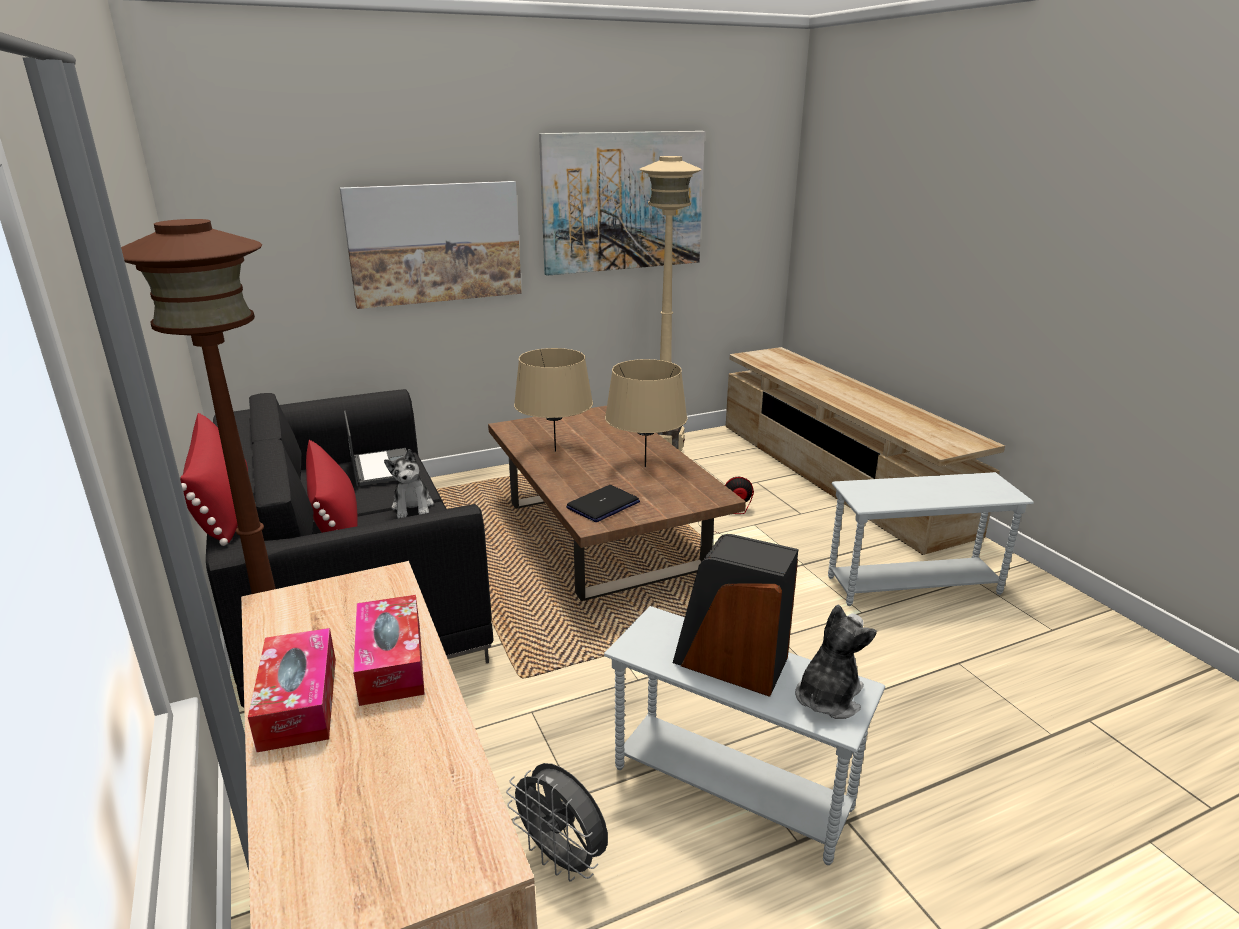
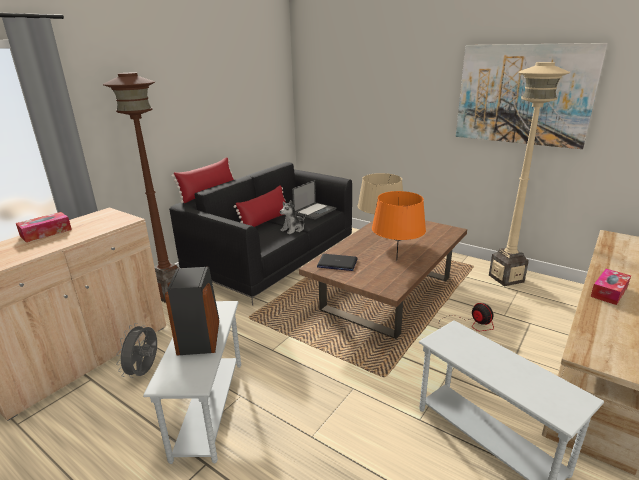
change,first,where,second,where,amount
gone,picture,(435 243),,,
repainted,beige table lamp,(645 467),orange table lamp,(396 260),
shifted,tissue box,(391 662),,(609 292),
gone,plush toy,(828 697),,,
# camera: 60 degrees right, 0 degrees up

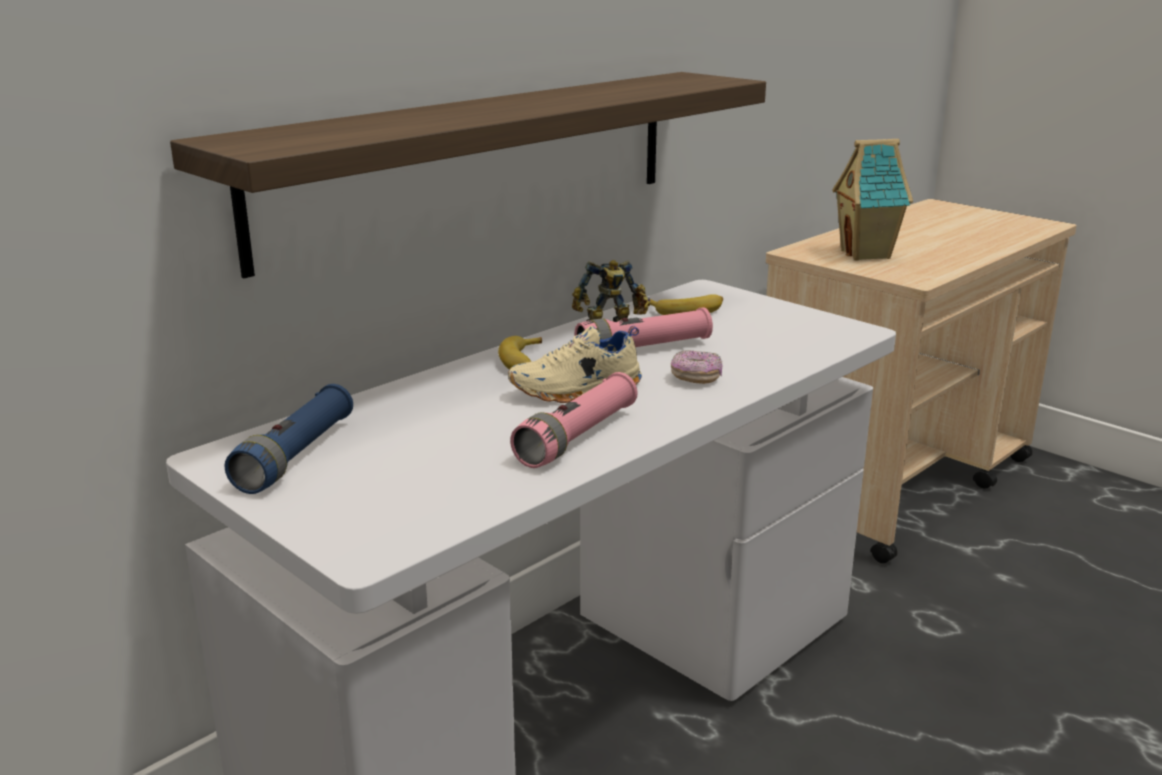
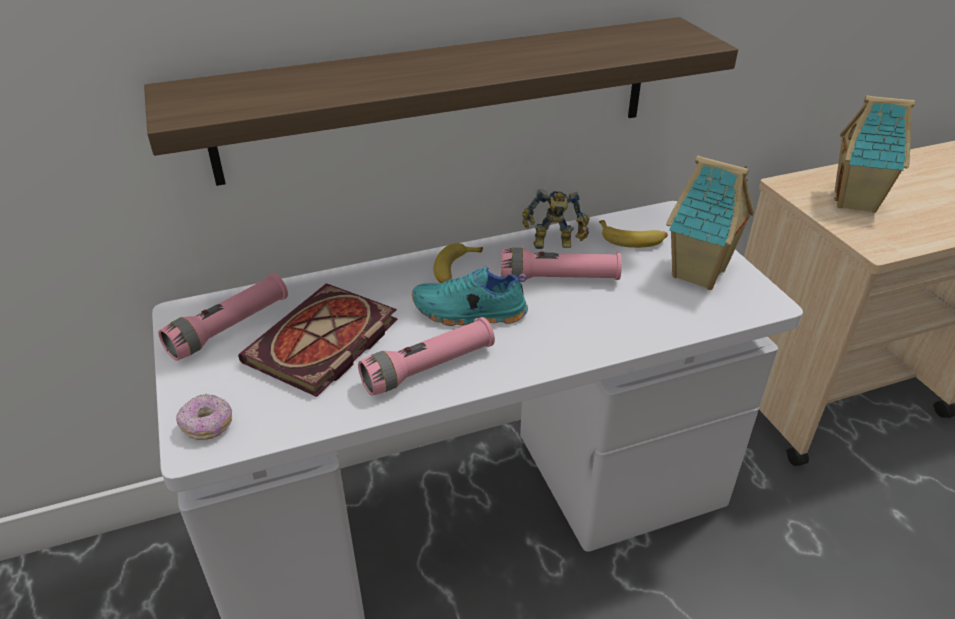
change,first,where,second,where,amount
repainted,beige shoe,(577 391),turquoise shoe,(469 314),
shifted,donut,(695 378),,(208 426),
repainted,blue flashlight,(296 456),pink flashlight,(230 328),
new,,,toy house,(699 275),
new,,,book,(322 345),
# camera: 25 degrees right, 15 degrees up

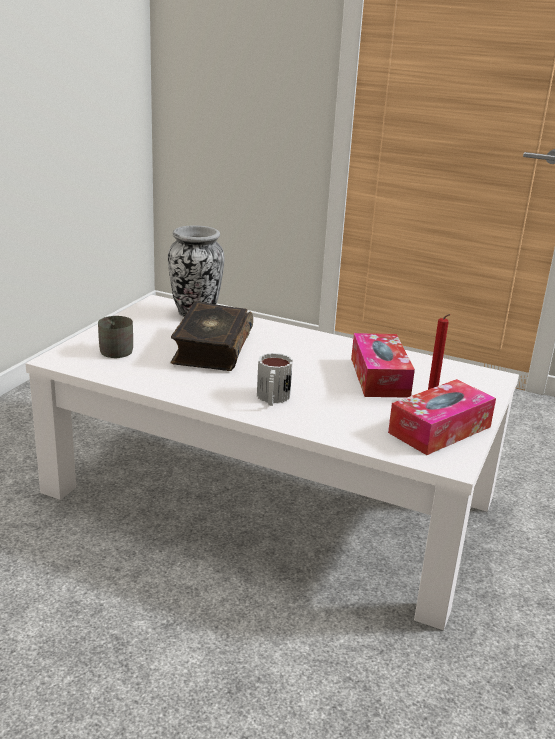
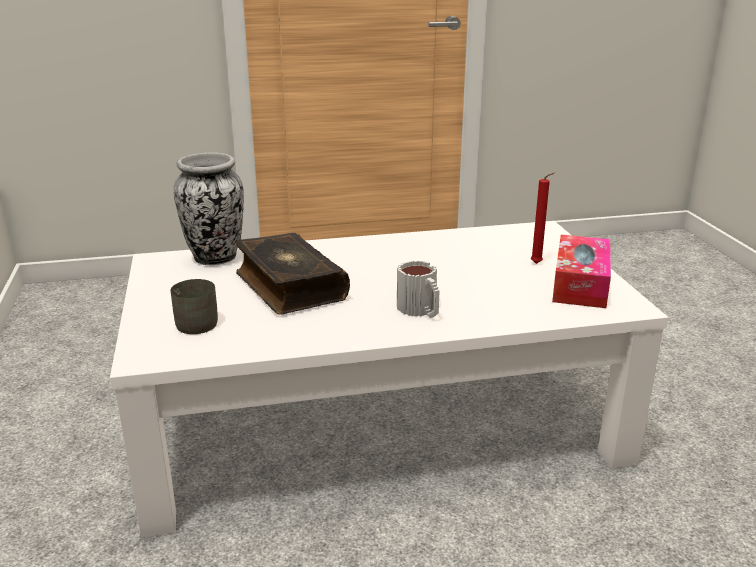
change,first,where,second,where,amount
gone,tissue box,(379 377),,,
# camera: 35 degrees left, 0 degrees up

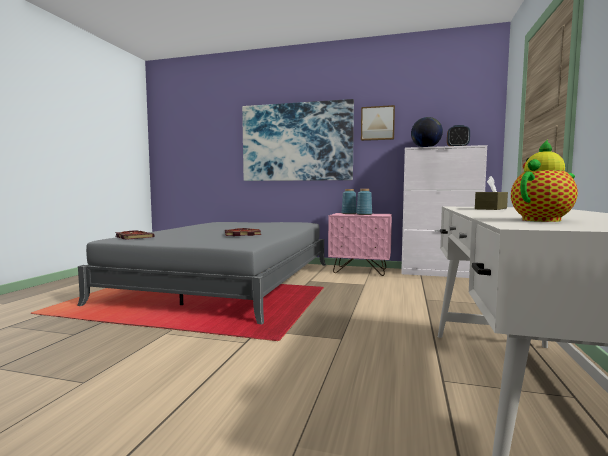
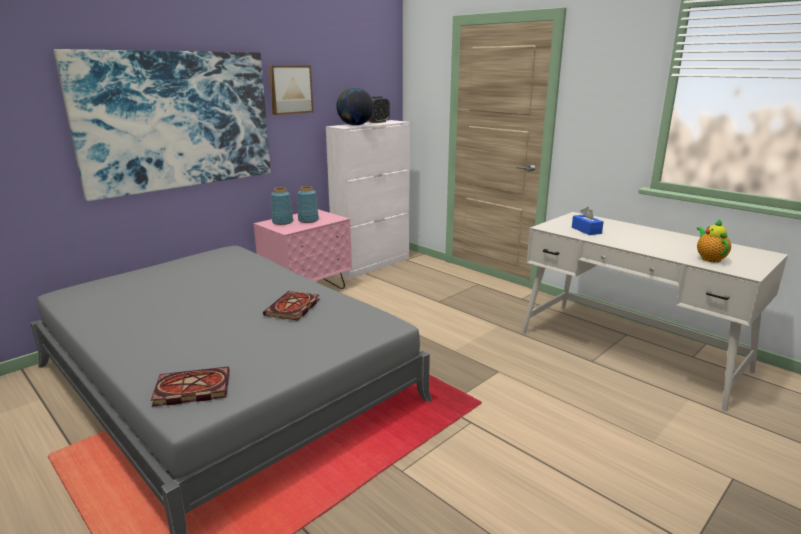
change,first,where,second,where,amount
repainted,brown tissue box,(491 208),blue tissue box,(586 230),
# camera: 60 degrees left, 15 degrees up

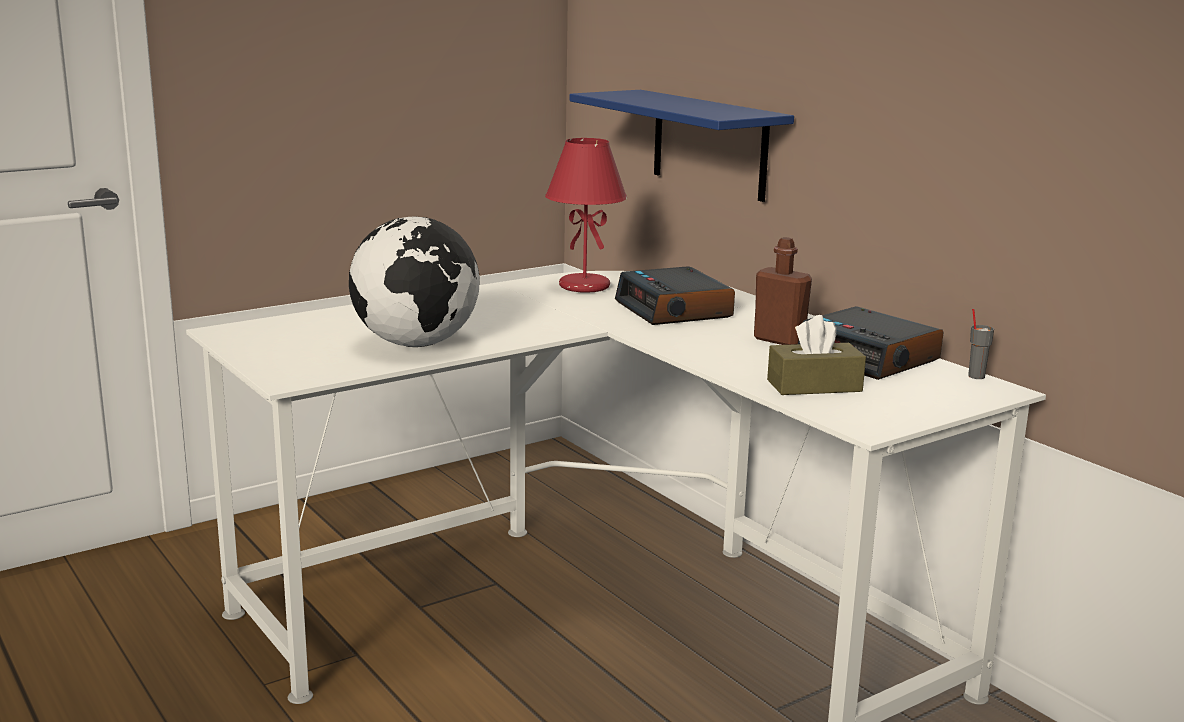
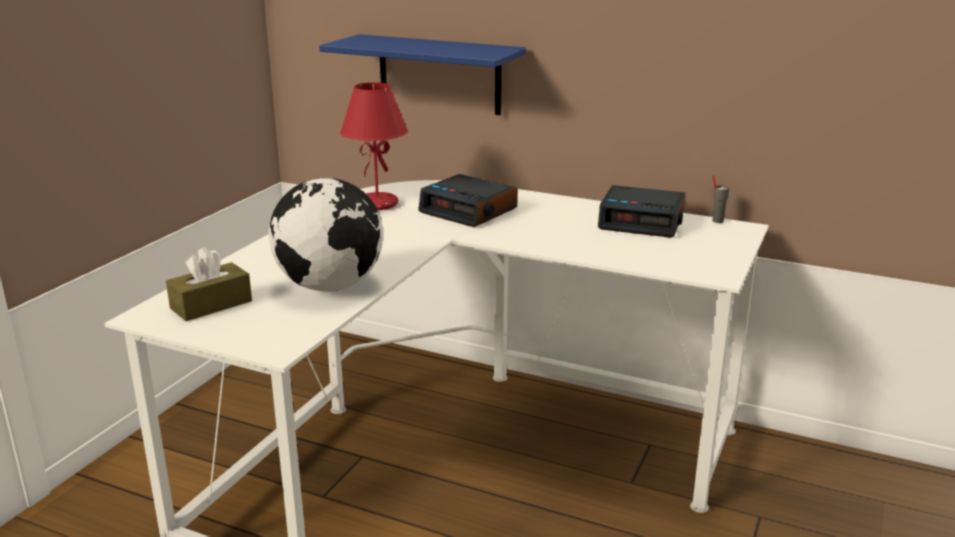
change,first,where,second,where,amount
gone,brown bottle,(779 340),,,
shifted,brown tissue box,(814 386),,(211 305),
# camera: 30 degrees left, 5 degrees up

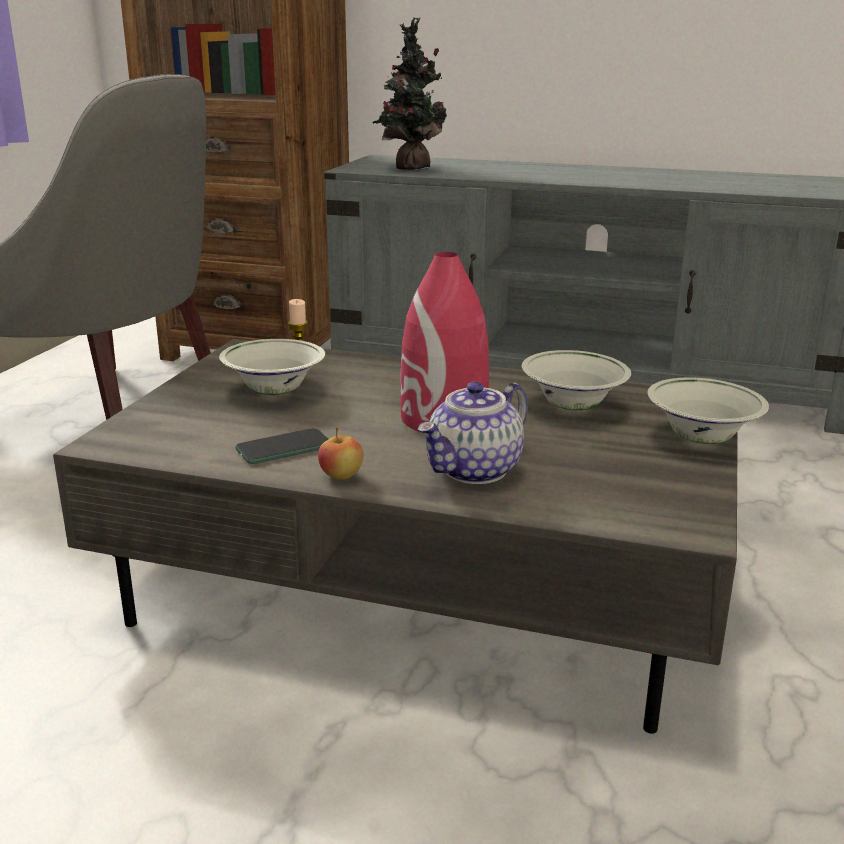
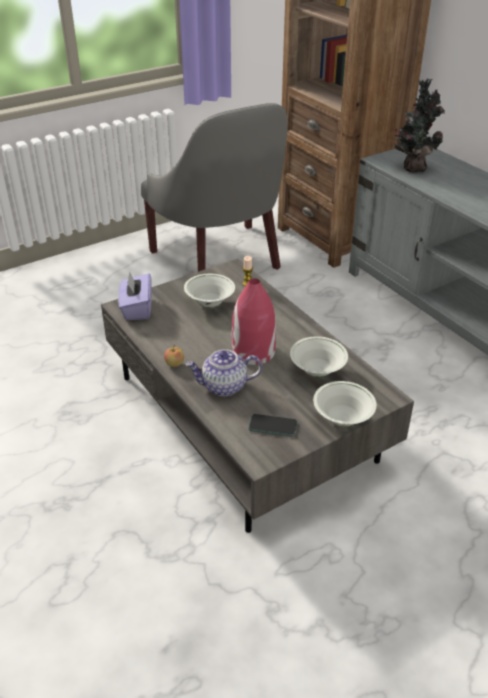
change,first,where,second,where,amount
shifted,phone,(284 448),,(272 426),
new,,,purple tissue box,(137 309),
# camera: 40 degrees right, 15 degrees up

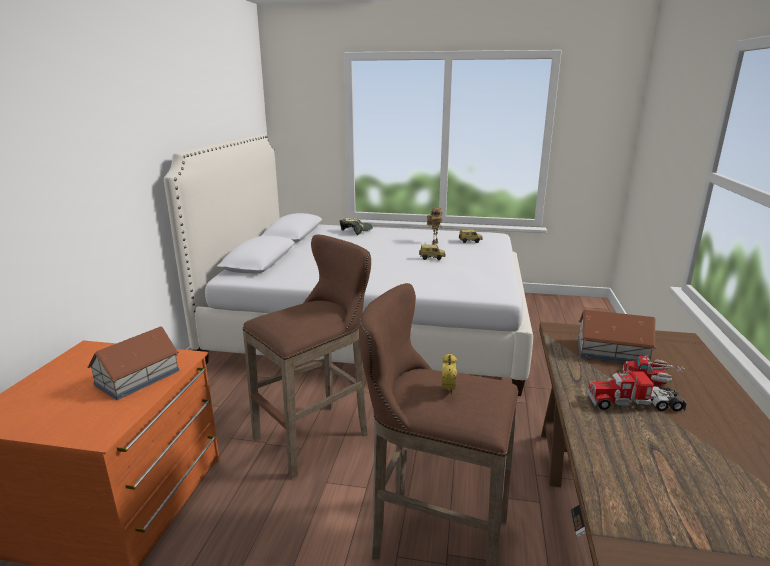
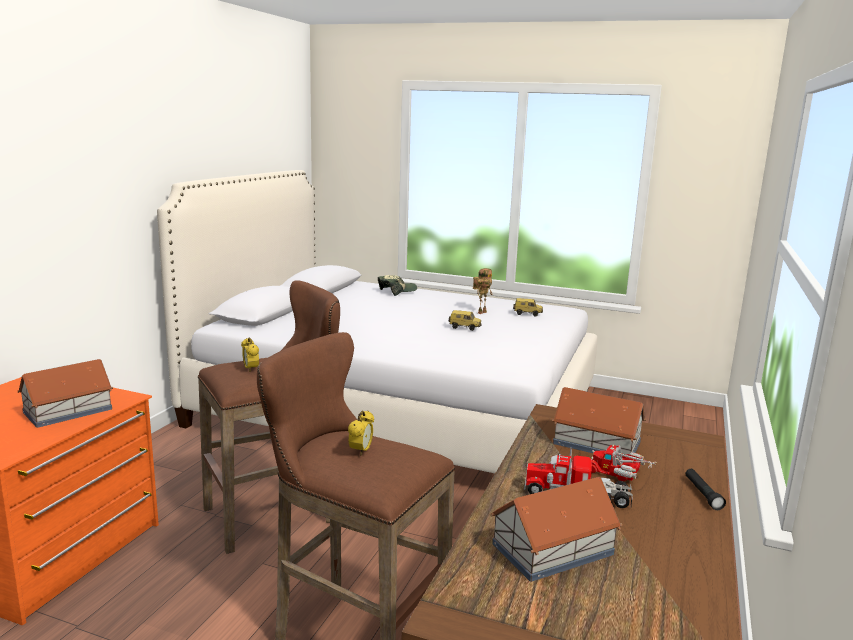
change,first,where,second,where,amount
new,,,alarm clock,(250 369),
new,,,black flashlight,(702 494),
new,,,toy house,(551 548),
# camera: 10 degrees right, 5 degrees down

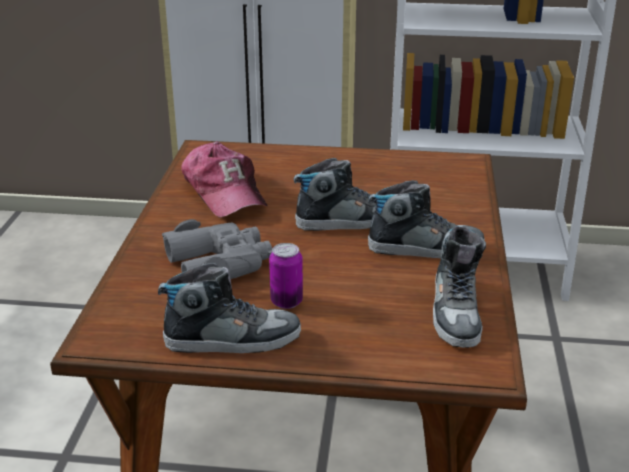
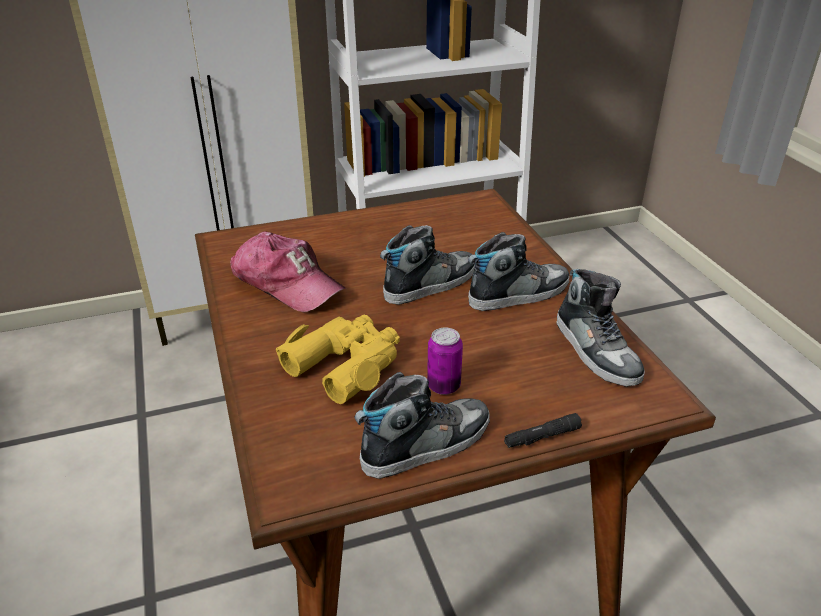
change,first,where,second,where,amount
repainted,grey binoculars,(220 264),yellow binoculars,(346 364),
new,,,black flashlight,(542 437),
# camera: 25 degrees left, 5 degrees up

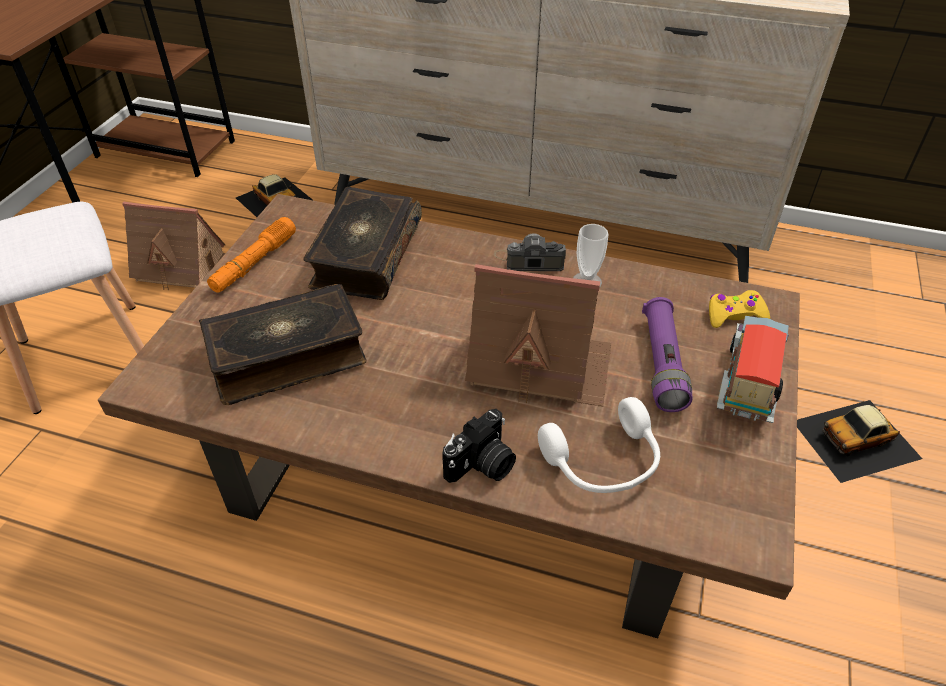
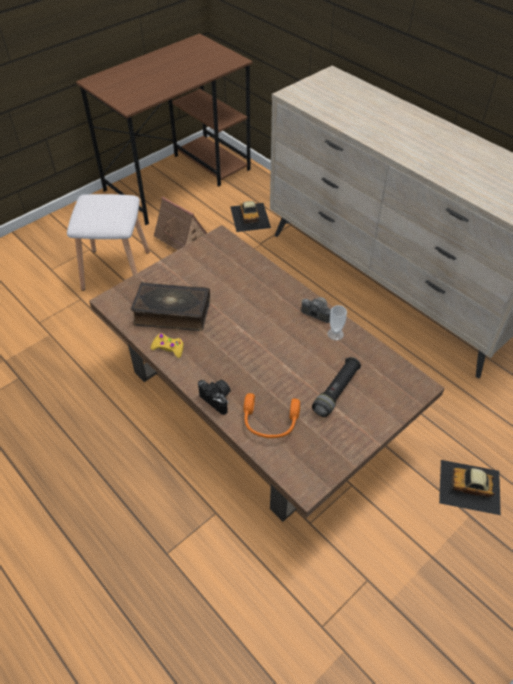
change,first,where,second,where,amount
gone,book,(365 256),,,
gone,orange flashlight,(254 263),,,
gone,toy house,(538 363),,,
shifted,yellow game controller,(734 315),,(168 348),
repainted,purple flashlight,(662 364),black flashlight,(336 391),
gone,toy truck,(748 385),,,
repainted,white headphones,(603 462),orange headphones,(270 423),
rotated,photo camera,(482 465),,(217 399),120 degrees counterclockwise
# camera: 30 degrees right, 5 degrees up

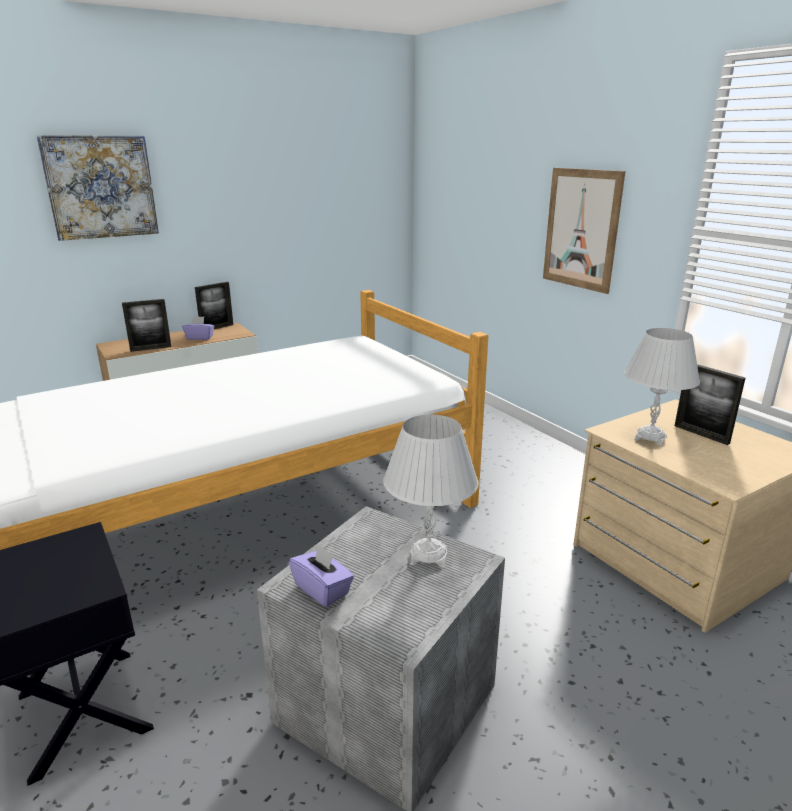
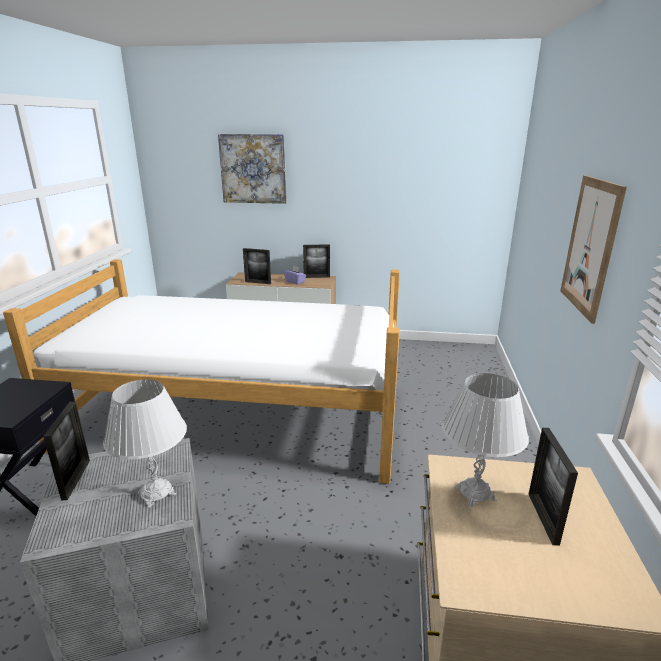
change,first,where,second,where,amount
swapped,purple tissue box,(322 589),picture frame,(76 479),
# camera: 40 degrees right, 0 degrees up

